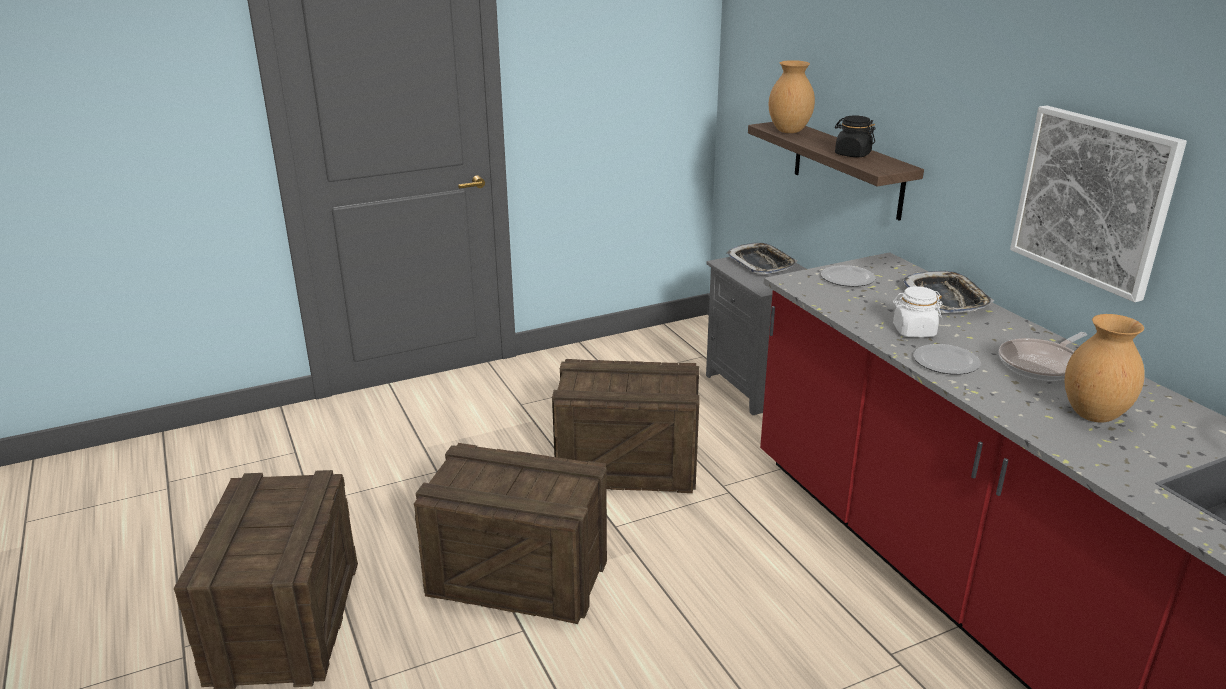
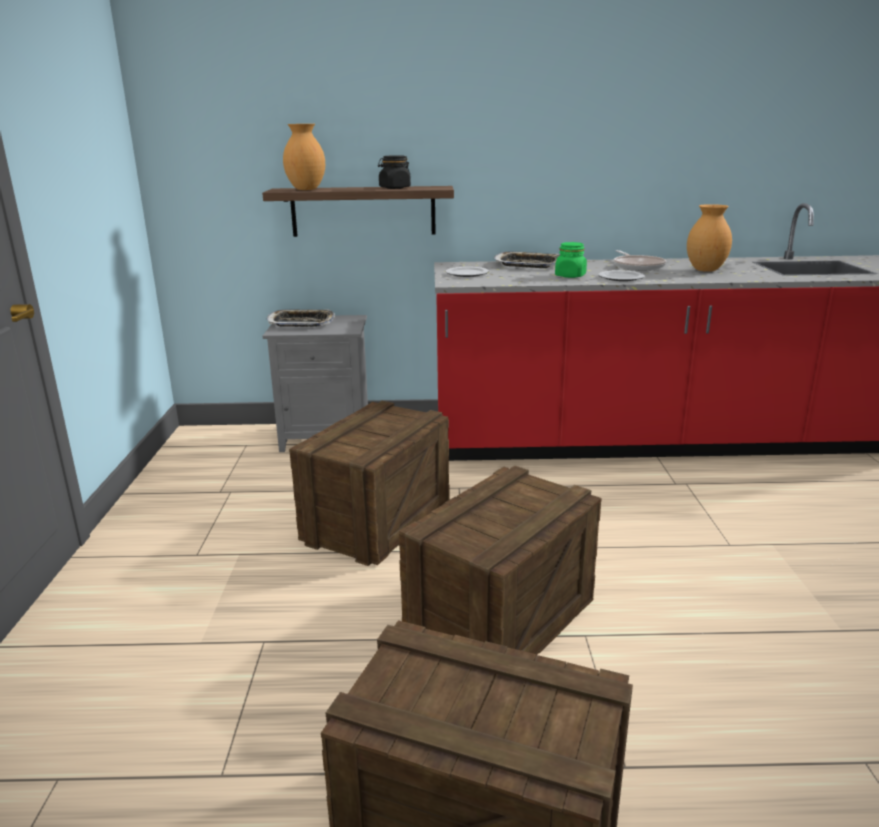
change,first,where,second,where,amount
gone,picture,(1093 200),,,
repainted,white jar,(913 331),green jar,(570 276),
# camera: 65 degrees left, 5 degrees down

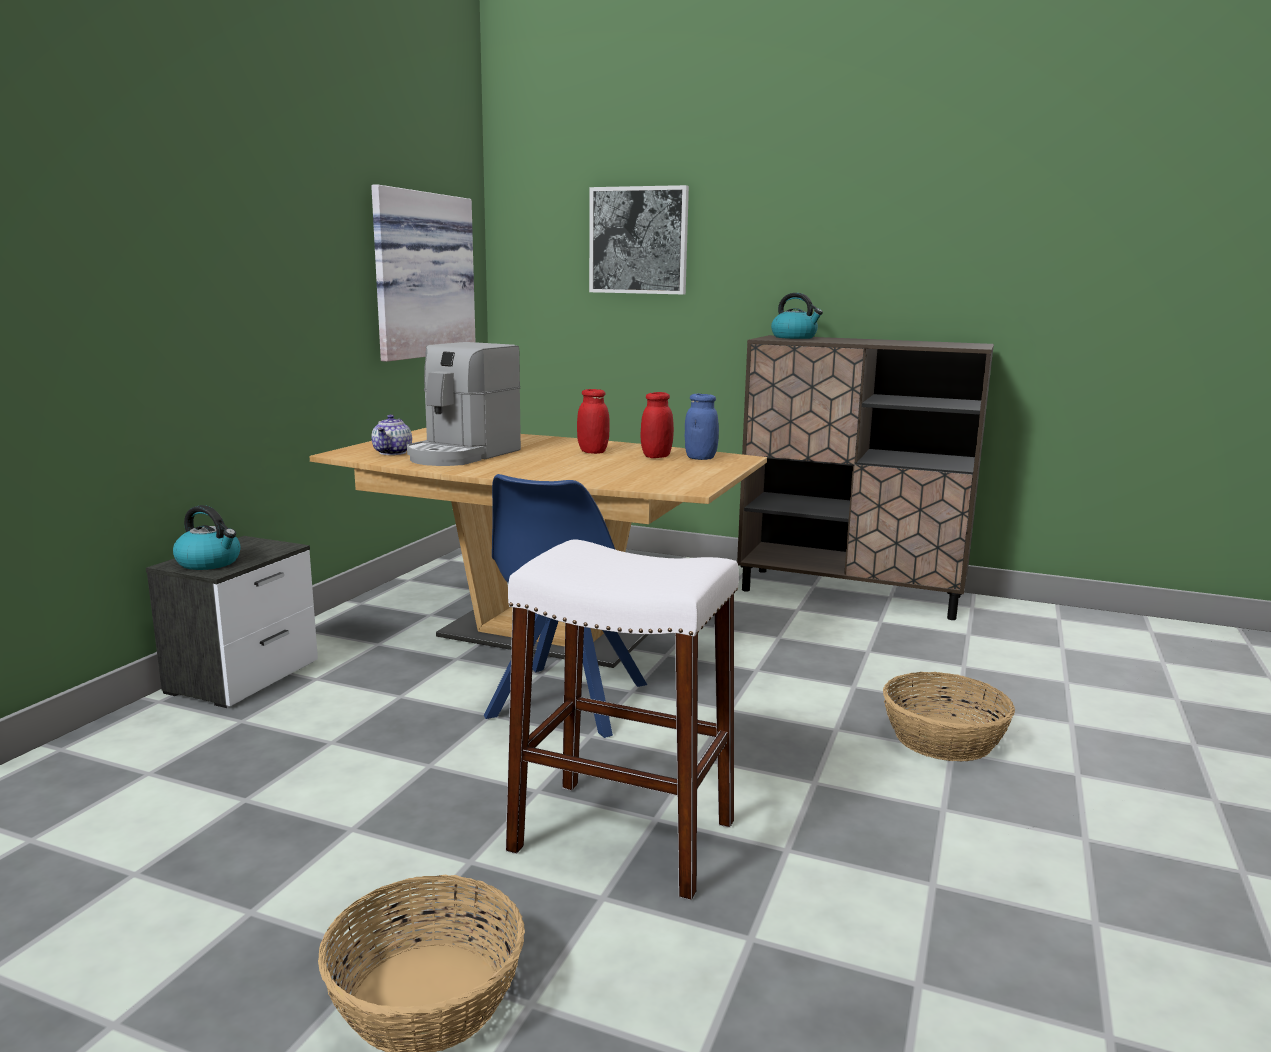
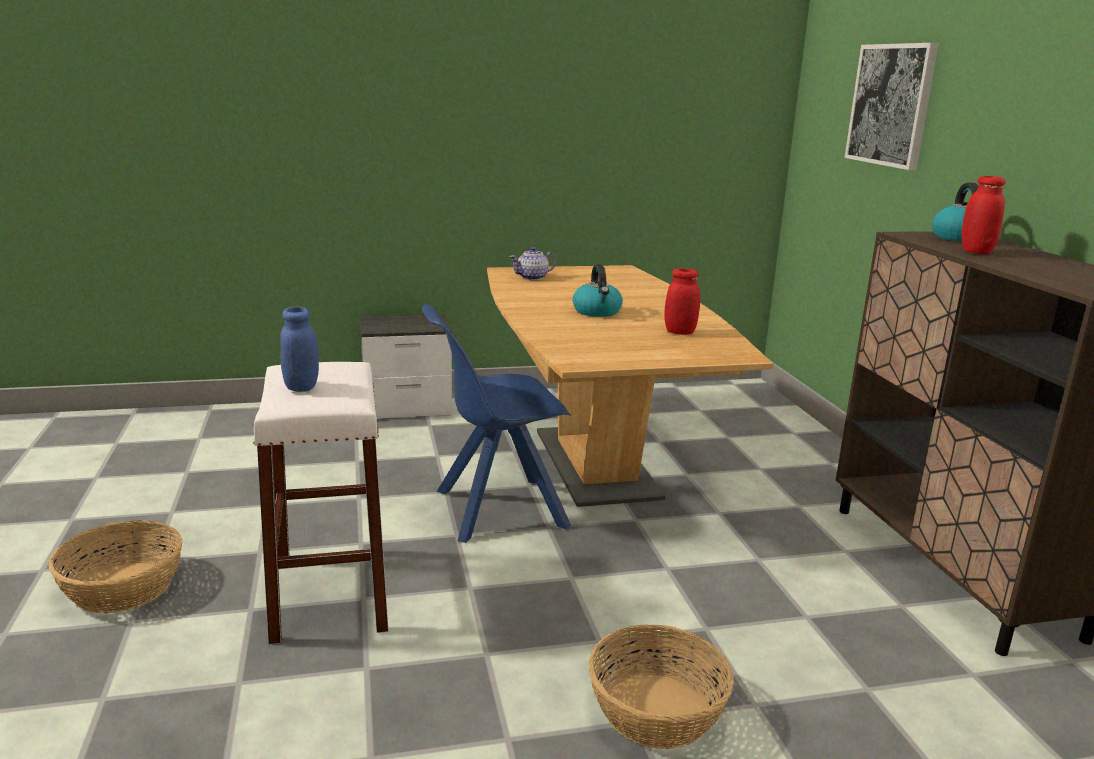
change,first,where,second,where,amount
gone,picture,(420 275),,,
gone,coffee machine,(462 455),,,
shifted,red jar,(593 452),,(976 252),
shifted,blue jar,(700 458),,(301 387),
shifted,kettle,(210 563),,(597 312),
# camera: 55 degrees right, 5 degrees up

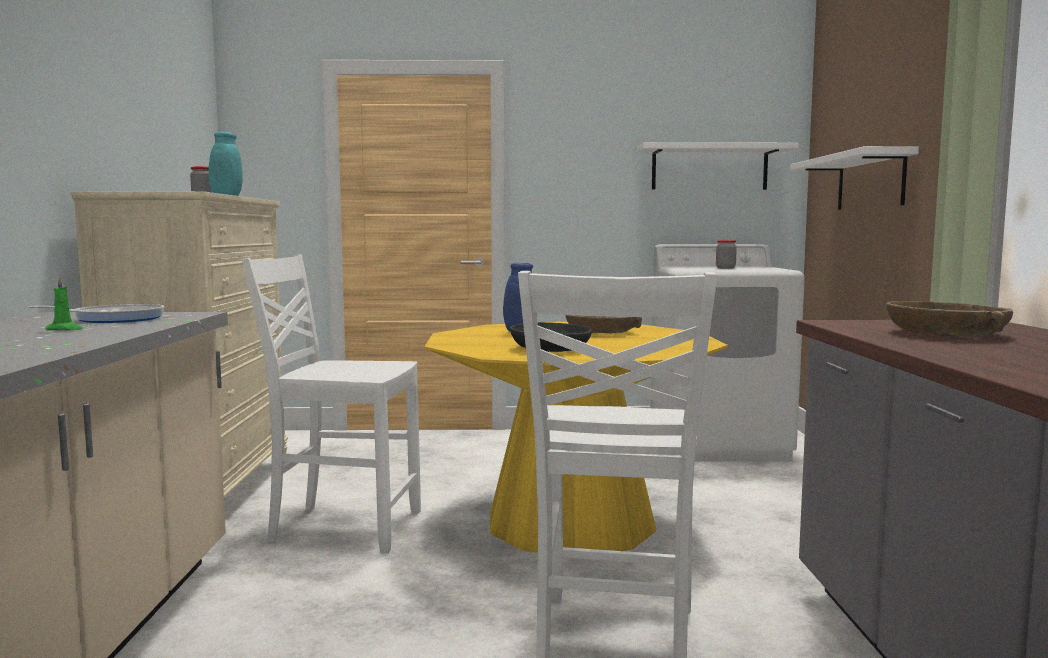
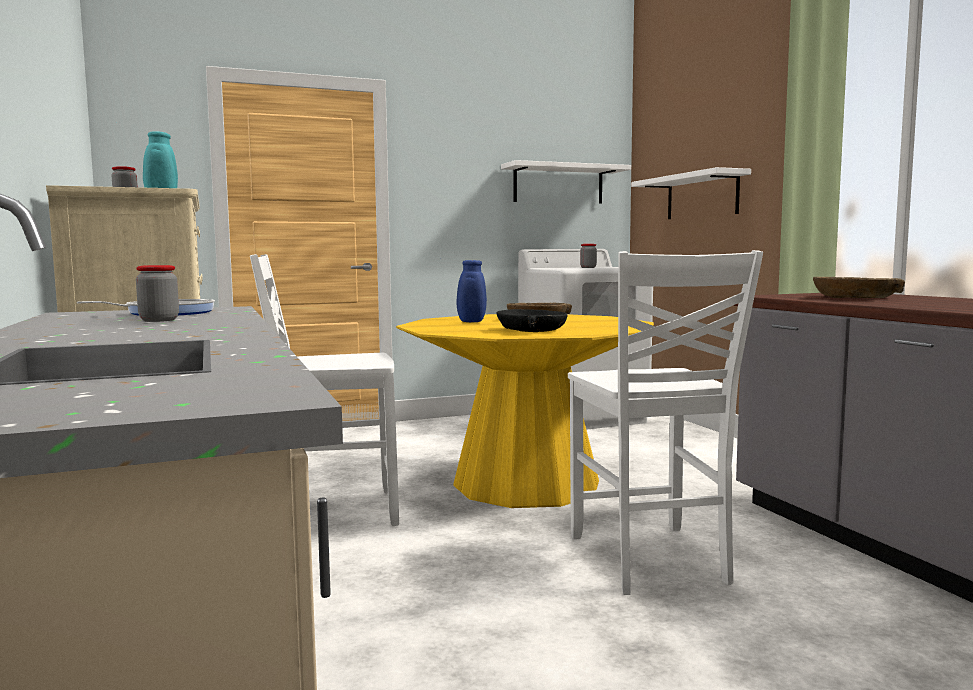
change,first,where,second,where,amount
swapped,green candle,(65 329),jar,(159 320),
# camera: 20 degrees left, 0 degrees up

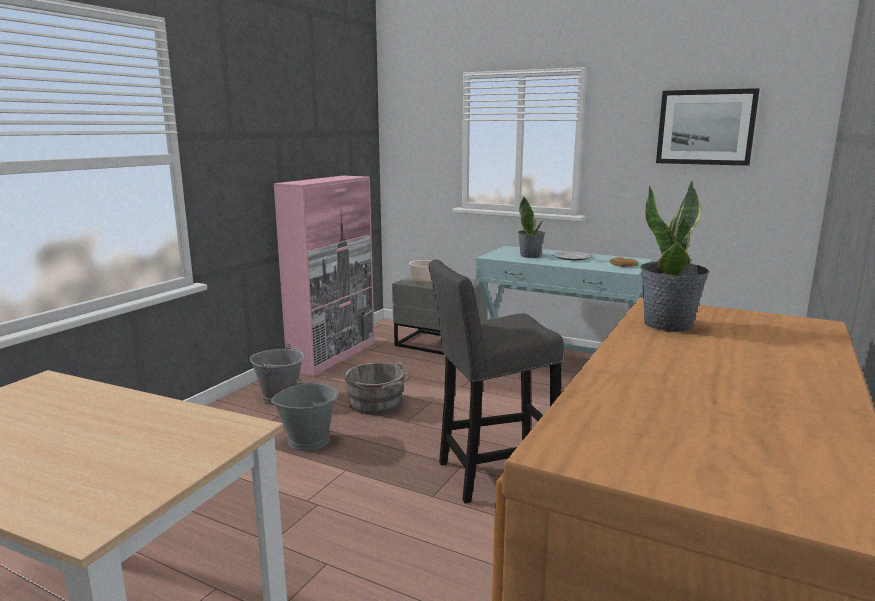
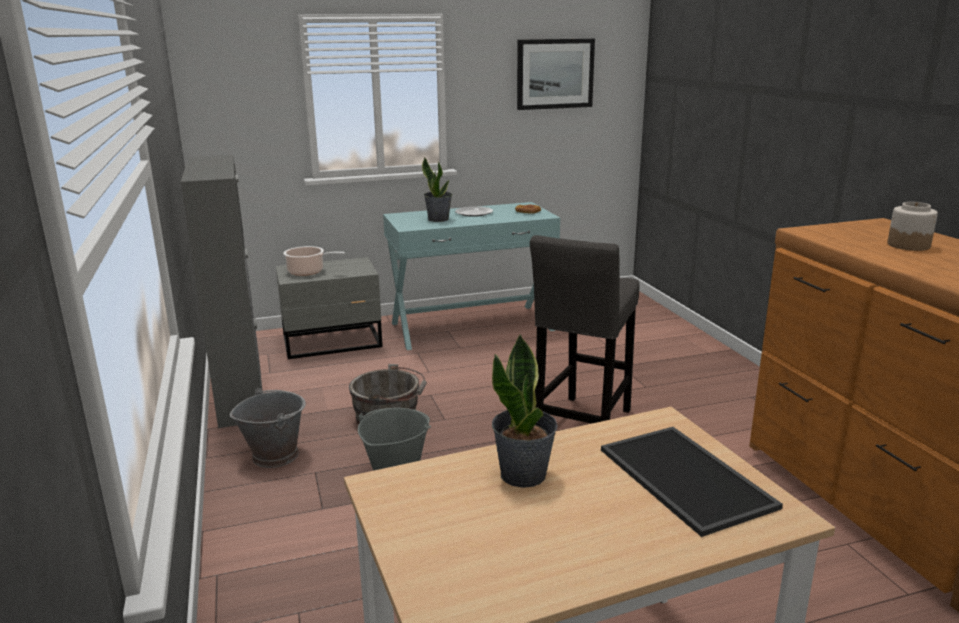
change,first,where,second,where,amount
repainted,pink cabinet,(333 355),grey cabinet,(241 393),
shifted,potted plant,(668 324),,(524 474),
new,,,jar,(908 245),
new,,,tray,(688 478),
# camera: 45 degrees left, 5 degrees up

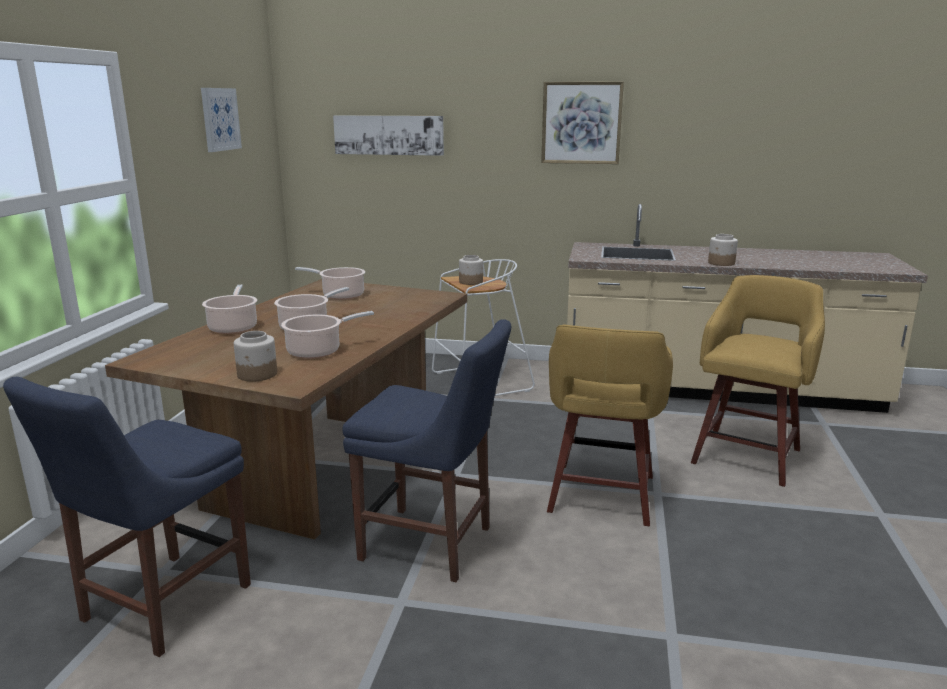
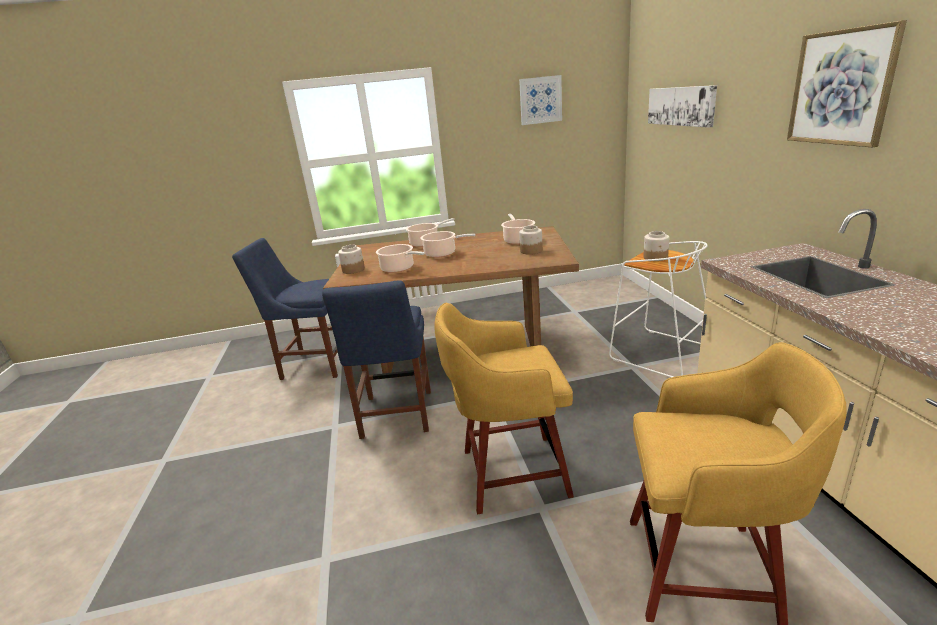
change,first,where,second,where,amount
shifted,jar,(721 263),,(531 251),
# camera: 70 degrees right, 5 degrees up

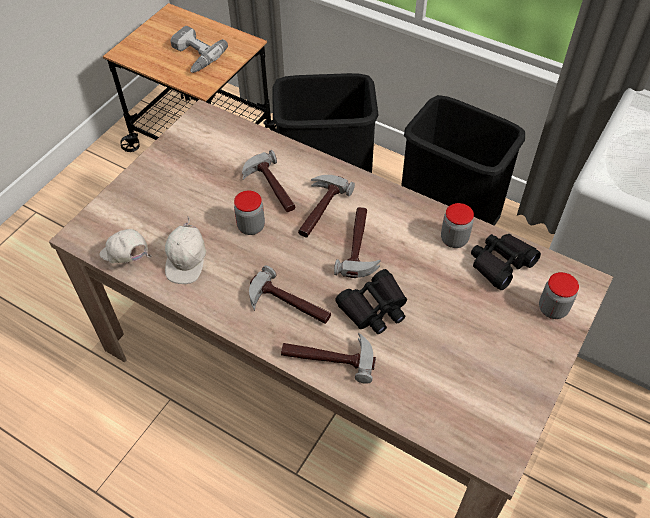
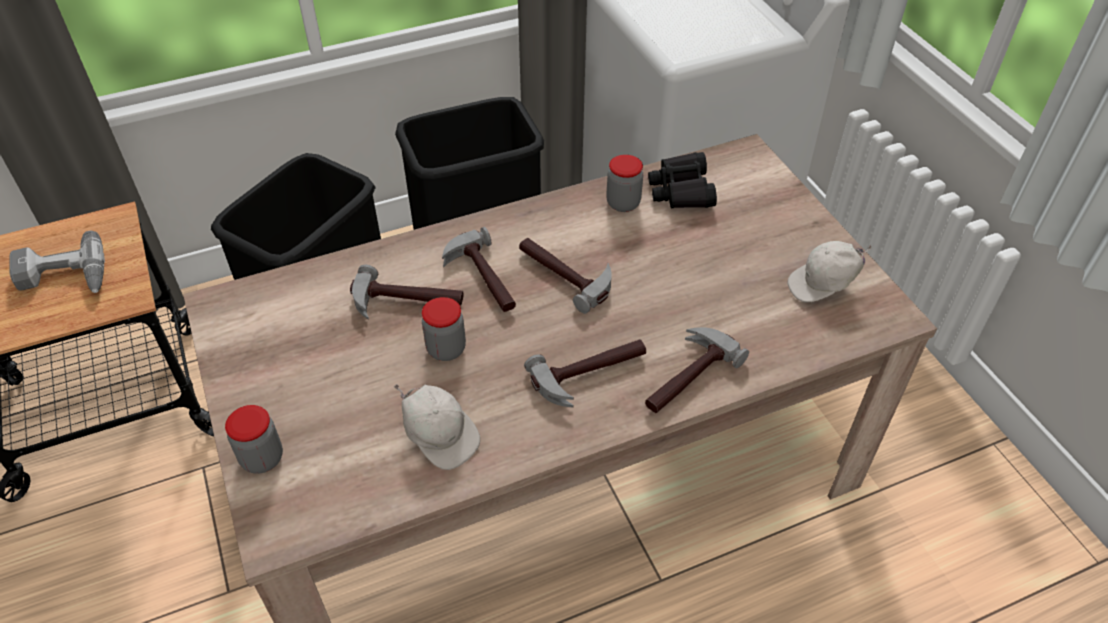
change,first,where,second,where,amount
shifted,white cap,(128 258),,(823 286),
gone,black binoculars,(374 308),,,
shifted,jar,(552 309),,(262 458),
# camera: 55 degrees left, 5 degrees down

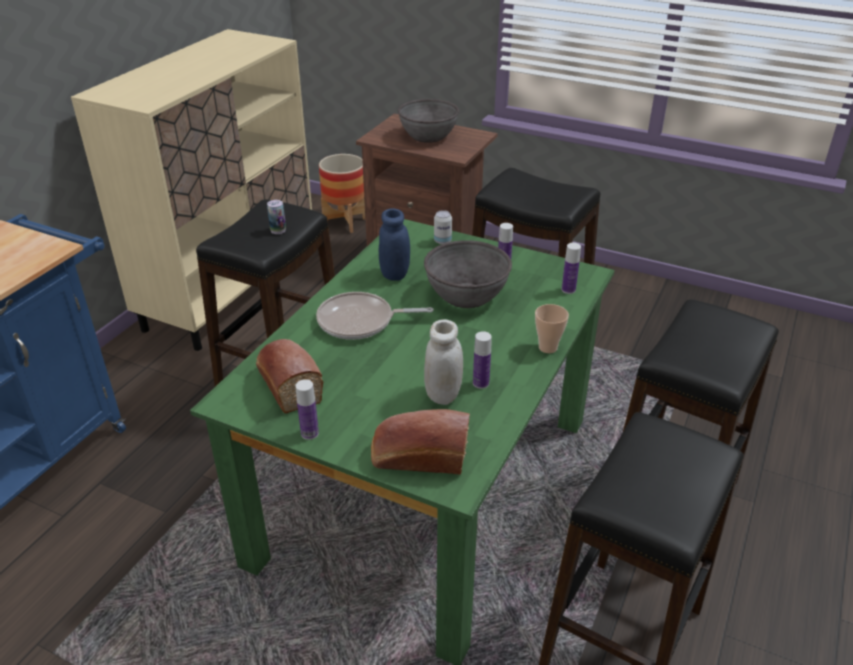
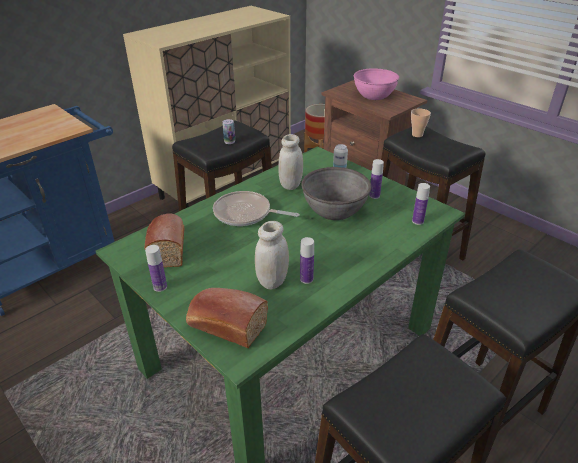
change,first,where,second,where,amount
repainted,grey bowl,(428 136),pink bowl,(374 95),
repainted,blue jar,(394 274),white jar,(290 185),
shifted,cup,(548 347),,(417 135),
# camera: 20 degrees right, 0 degrees up

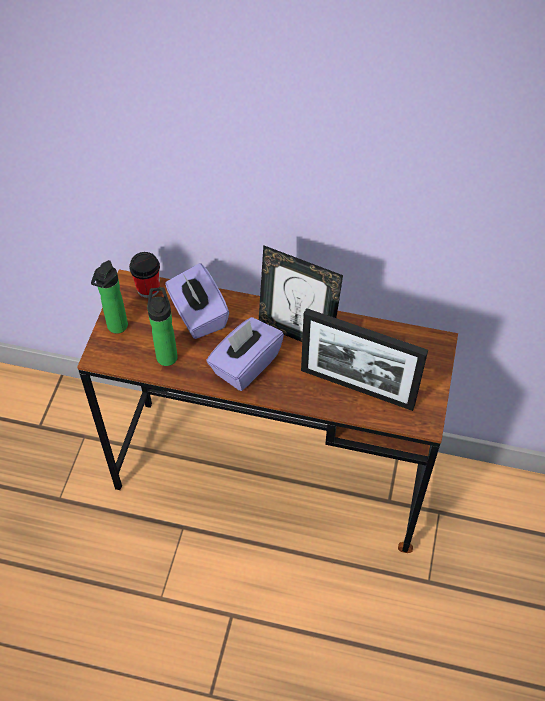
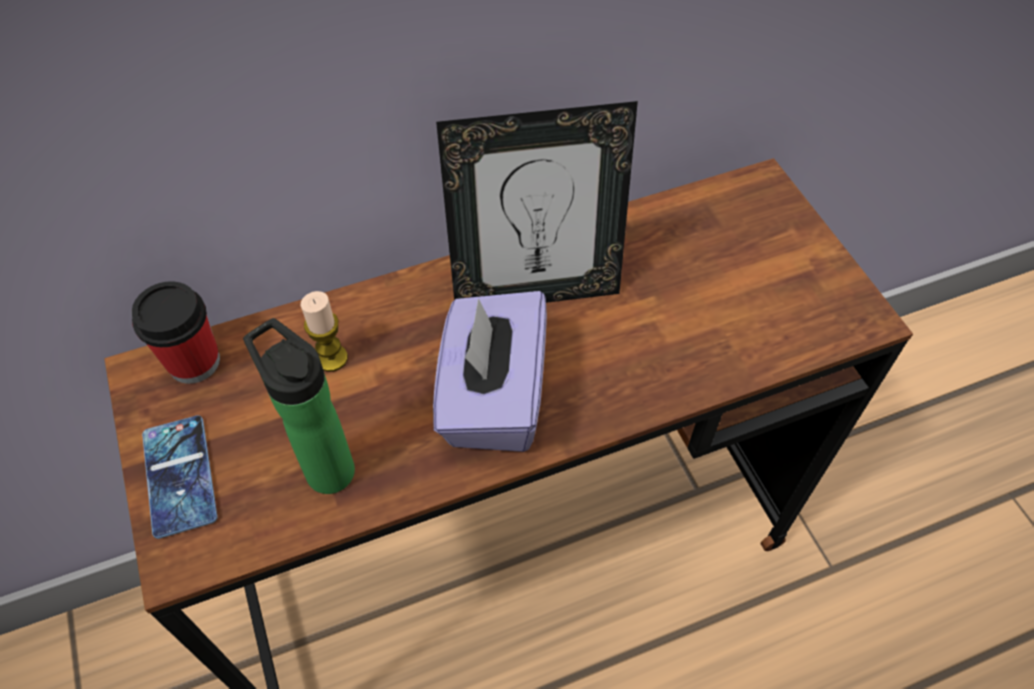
change,first,where,second,where,amount
swapped,bottle,(116 328),phone,(179 475),
swapped,purple tissue box,(198 315),candle,(331 358),
gone,picture frame,(357 388),,,
# camera: 35 degrees left, 0 degrees up

